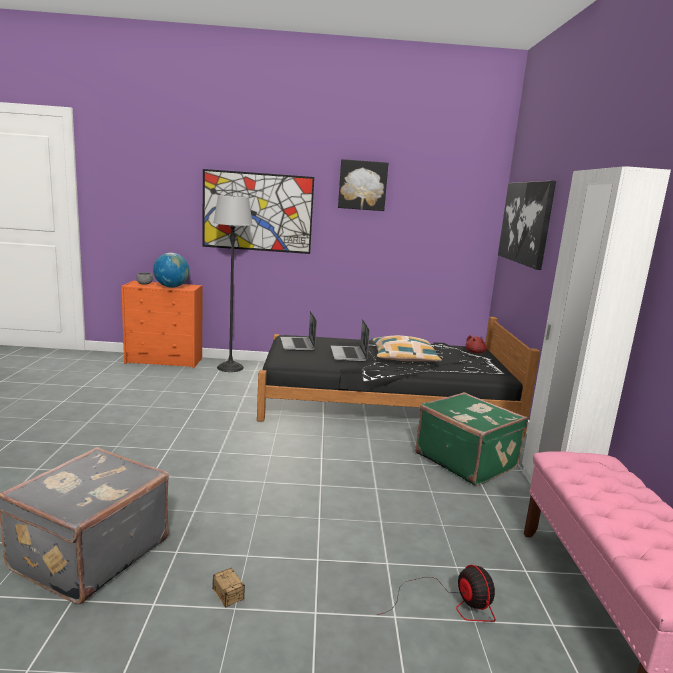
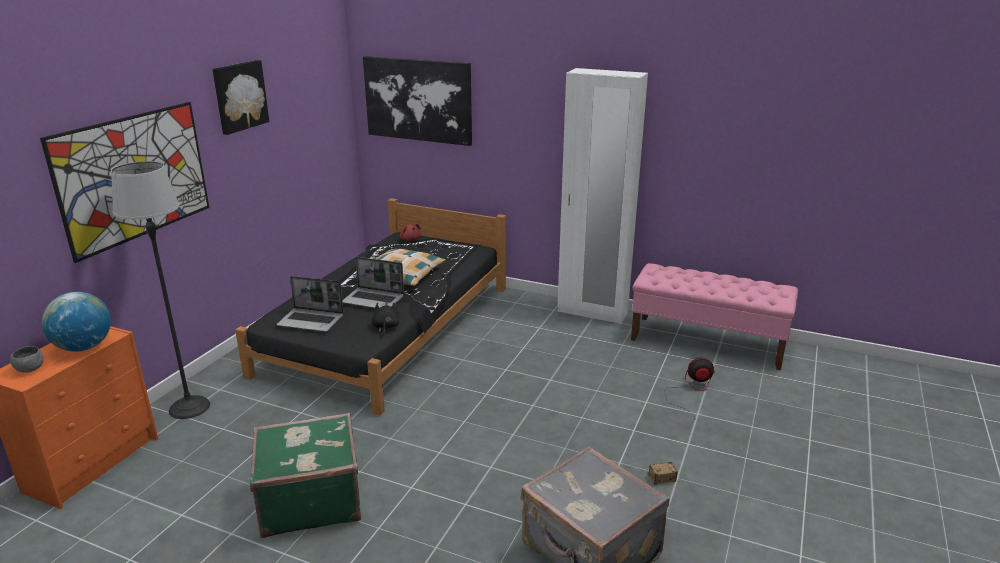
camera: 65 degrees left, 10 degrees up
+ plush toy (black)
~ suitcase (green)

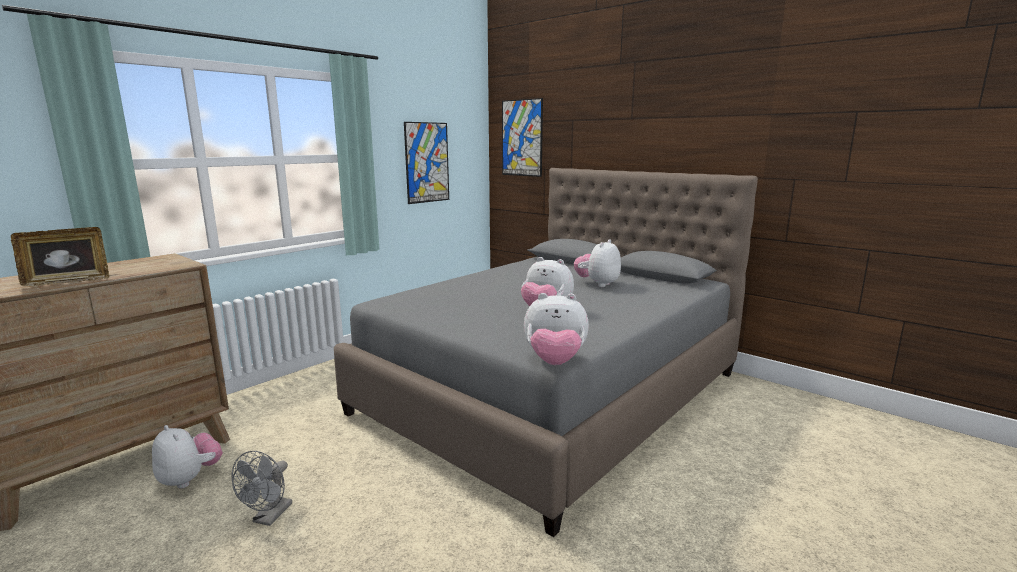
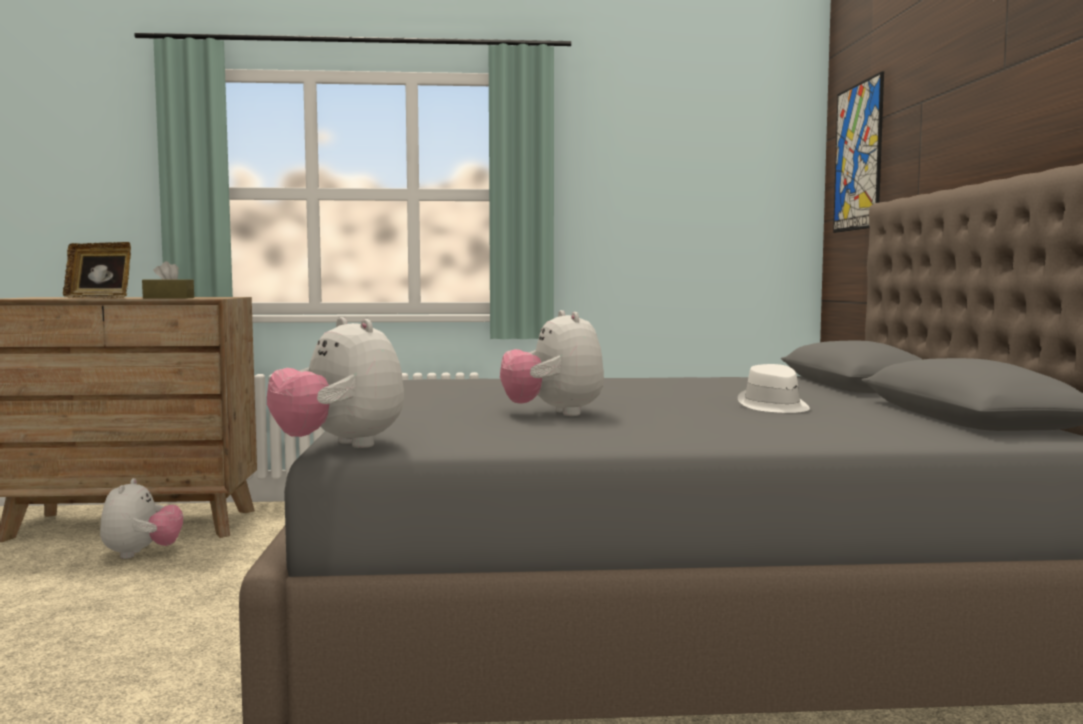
camera: 45 degrees right, 10 degrees down
- fan (grey)
- picture (no. 1 from left)
+ tissue box (brown)
~ plush toy (no. 4 from left) to hat (white)

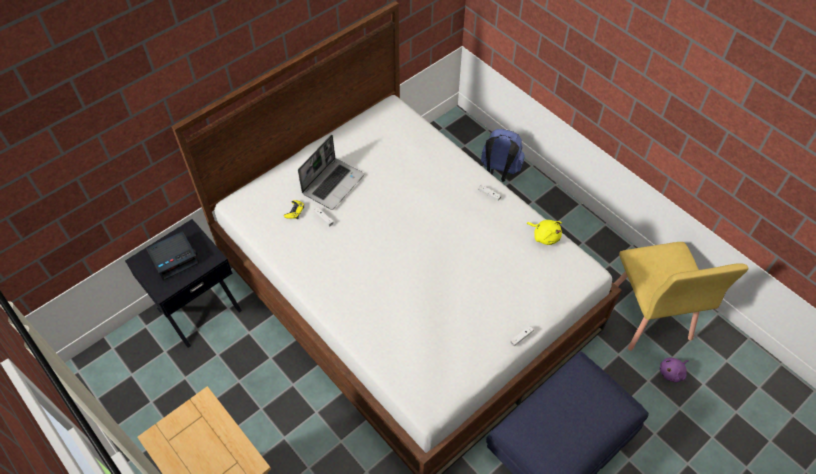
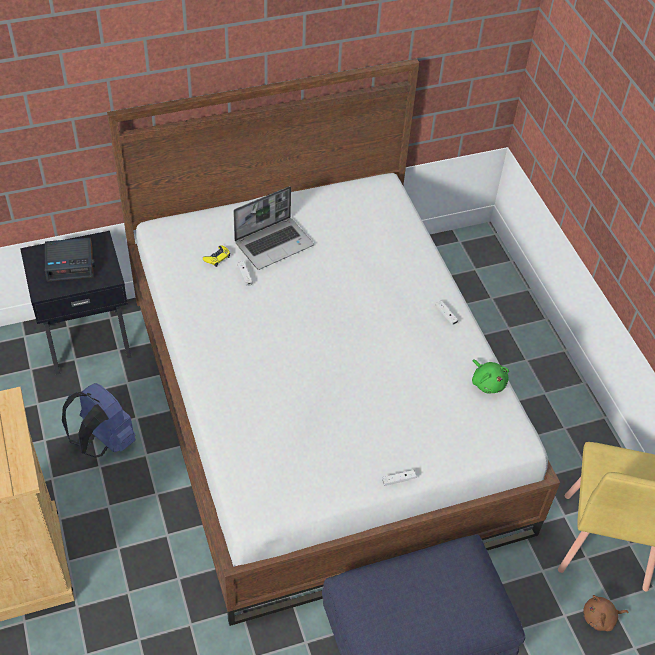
camera: 20 degrees right, 5 degrees down
~ backpack (blue)
~ plush toy (yellow) to plush toy (green)
~ plush toy (purple) to plush toy (brown)

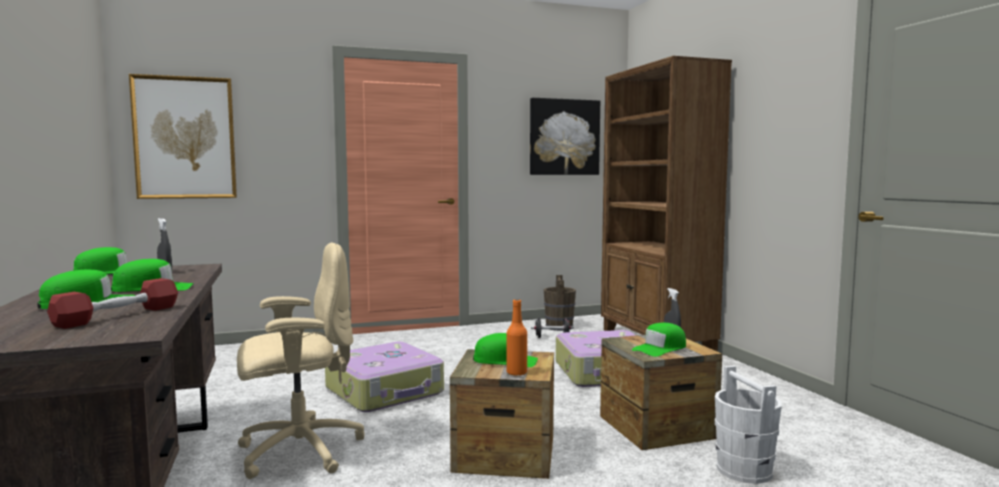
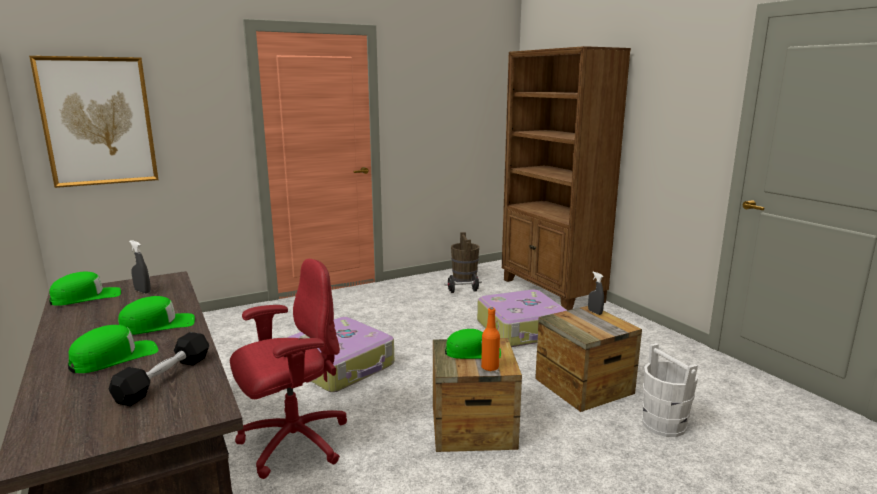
camera: 10 degrees left, 10 degrees up
- picture (no. 2 from left)
- cap (green) (no. 5 from left)
~ dumbbell (red) to dumbbell (black) (no. 1 from left)
~ office chair (beige) to office chair (red)

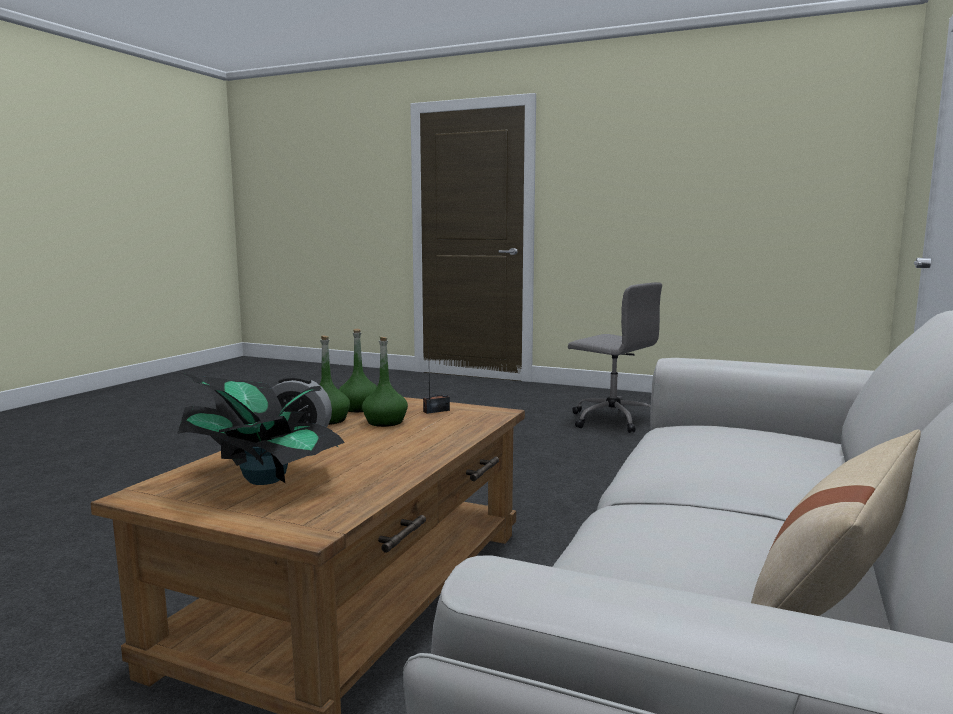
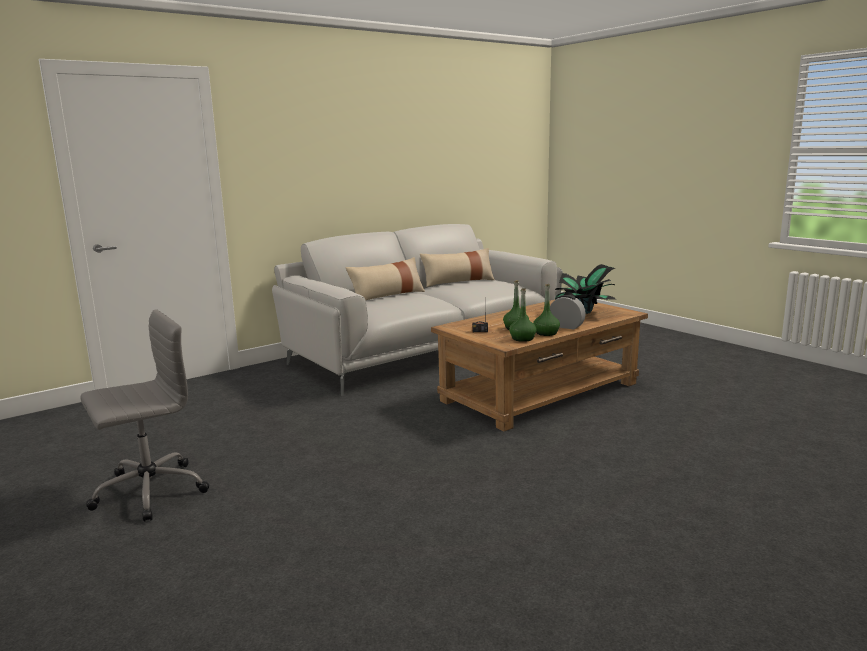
camera: 150 degrees left, 5 degrees up
+ pillow (beige) (no. 1 from left)
~ office chair (grey) 75 degrees clockwise

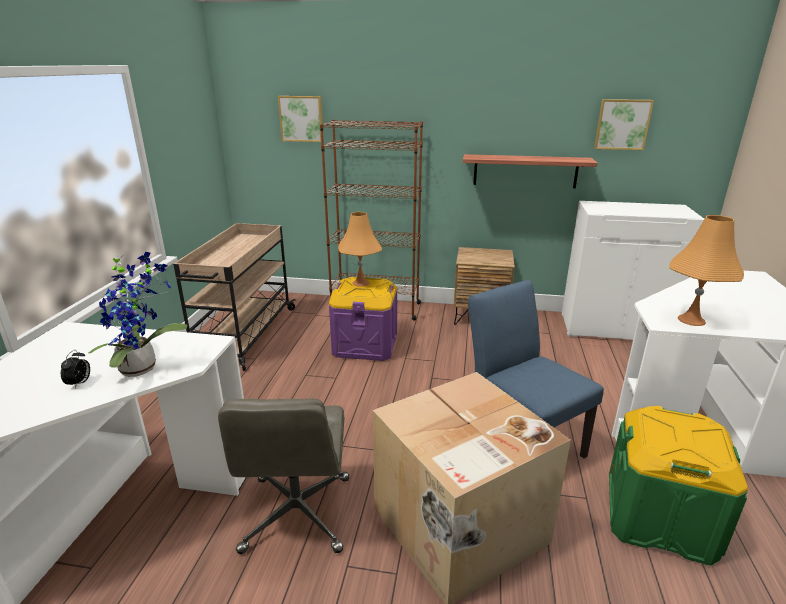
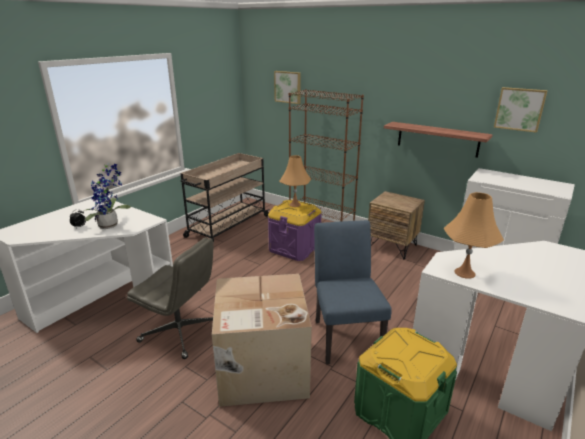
camera: 25 degrees right, 0 degrees up
~ office chair (grey) 90 degrees counterclockwise

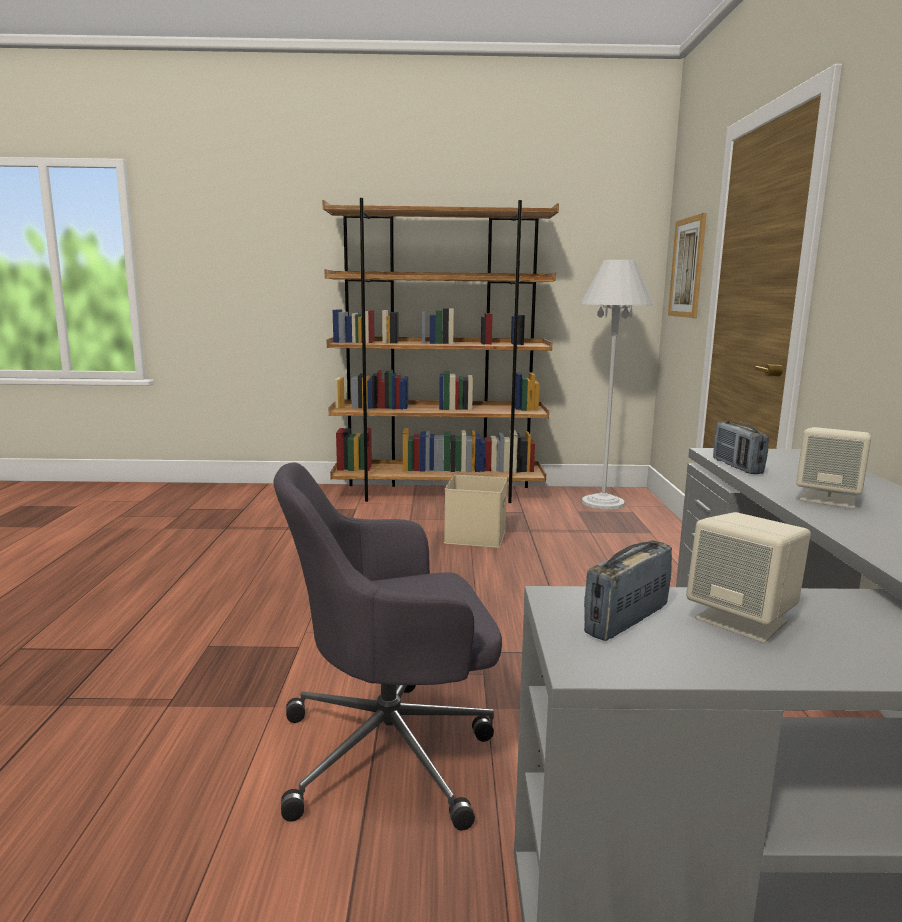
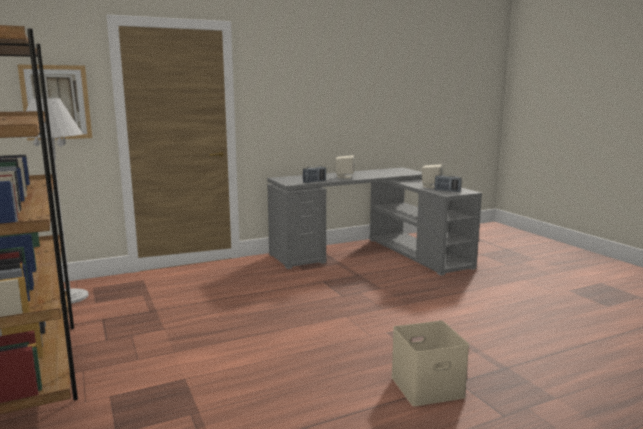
camera: 115 degrees left, 0 degrees up
- office chair (grey)
~ storage box (beige)

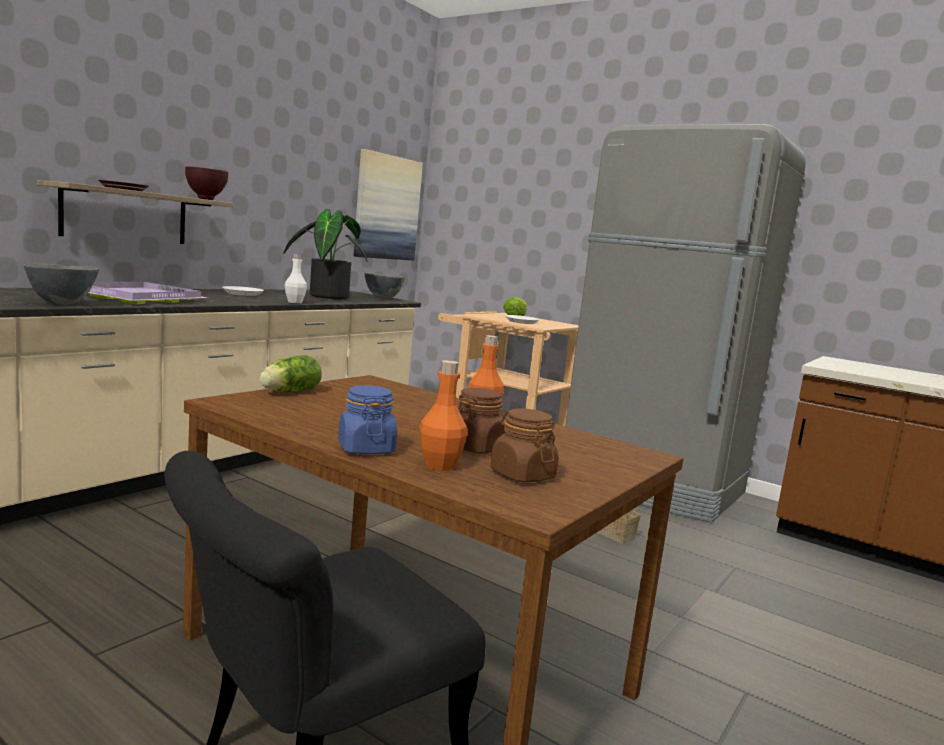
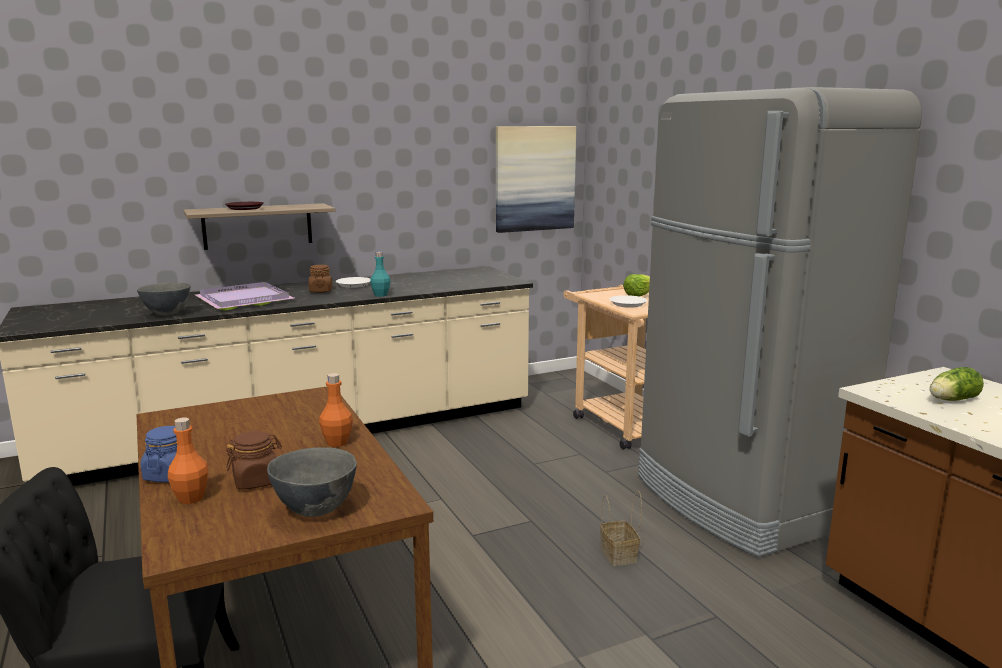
camera: 30 degrees right, 5 degrees up
- bowl (brown)
- potted plant
~ lettuce (no. 1 from left in the first image) to lettuce (no. 2 from left)
~ bowl (grey) (no. 2 from left)
~ jar (brown) (no. 2 from left)
~ bottle (white) to bottle (turquoise)

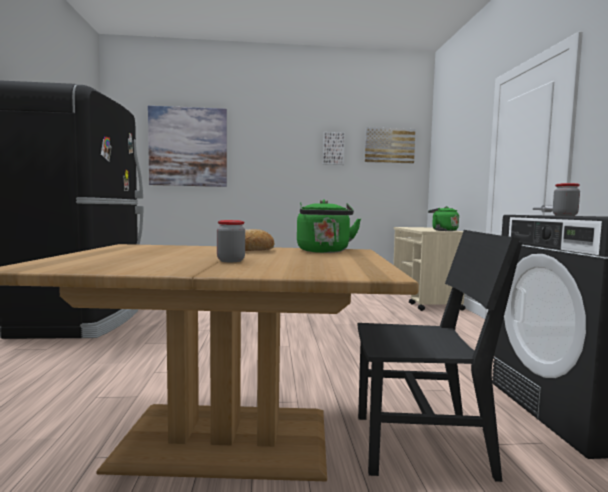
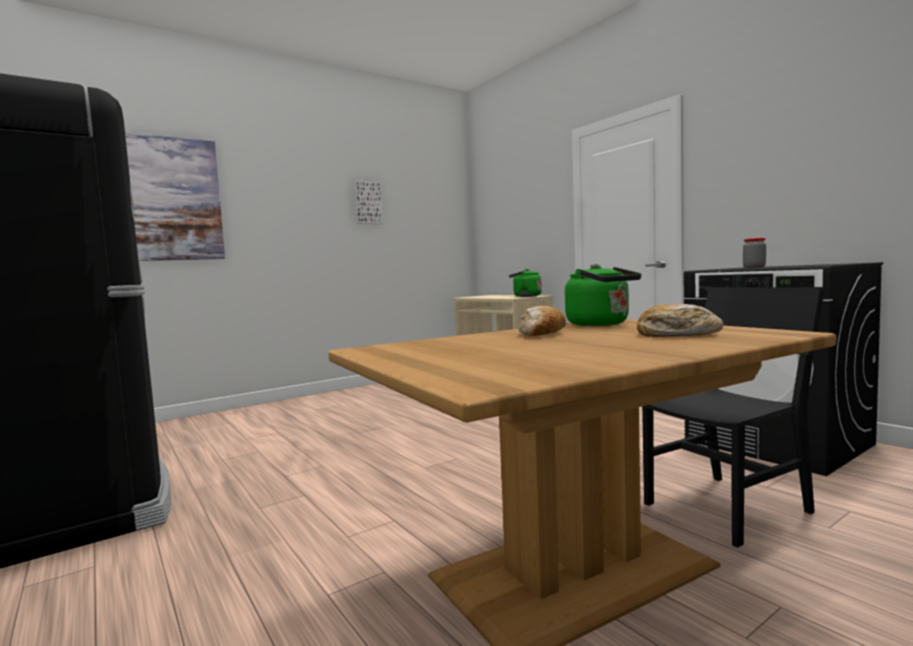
camera: 30 degrees left, 0 degrees up
- jar (no. 1 from left)
- picture (no. 3 from left)
+ bread (no. 2 from left)

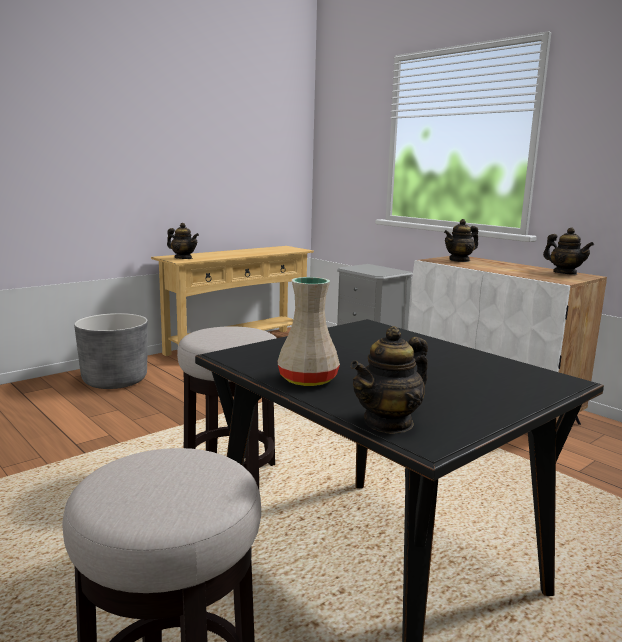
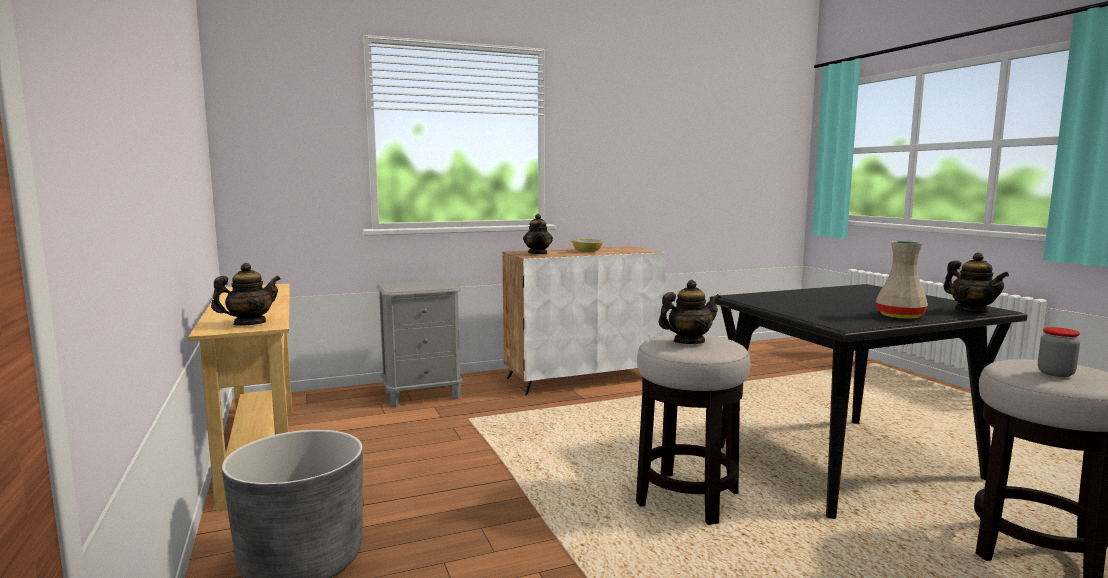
camera: 70 degrees left, 5 degrees down
+ bowl
+ jar
~ teapot (no. 4 from left in the first image) to teapot (no. 3 from left)

